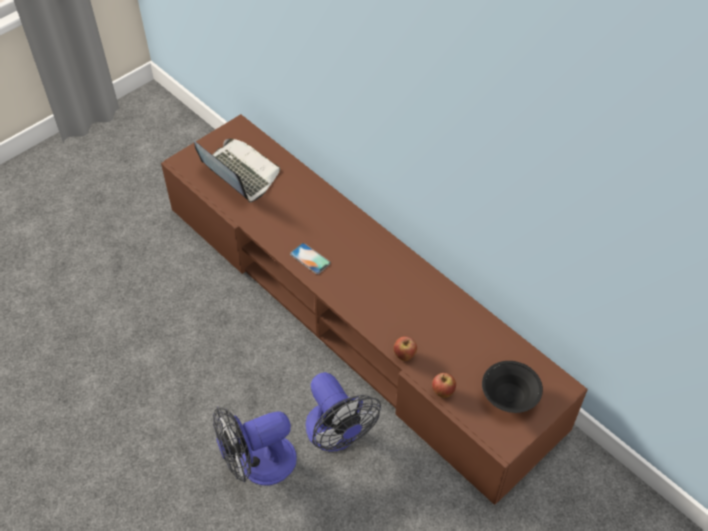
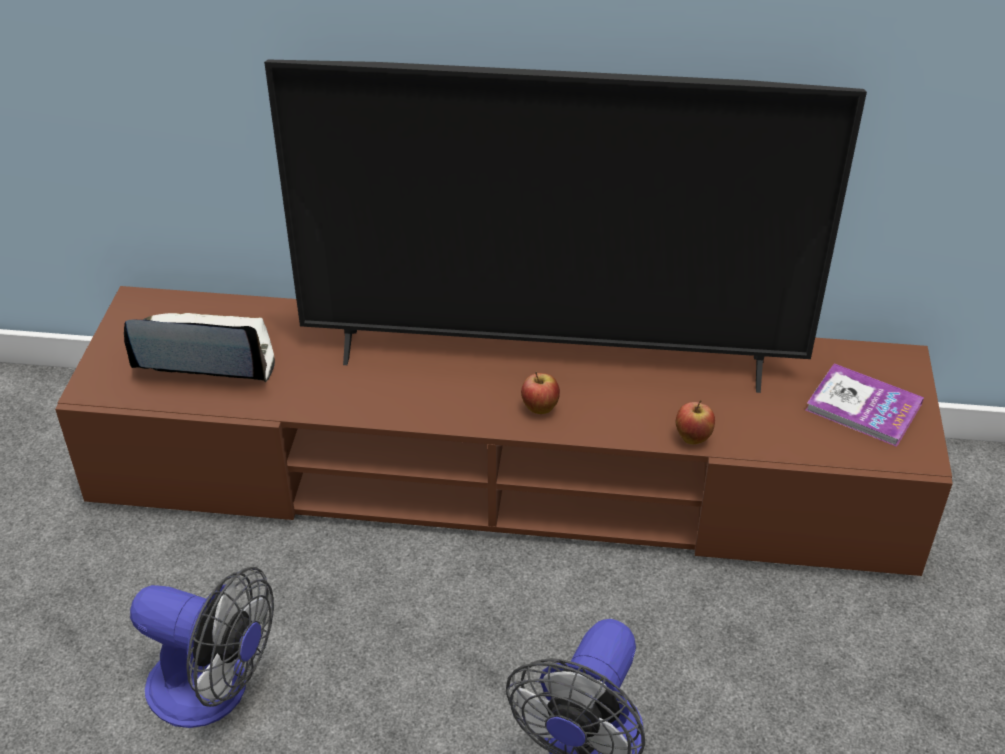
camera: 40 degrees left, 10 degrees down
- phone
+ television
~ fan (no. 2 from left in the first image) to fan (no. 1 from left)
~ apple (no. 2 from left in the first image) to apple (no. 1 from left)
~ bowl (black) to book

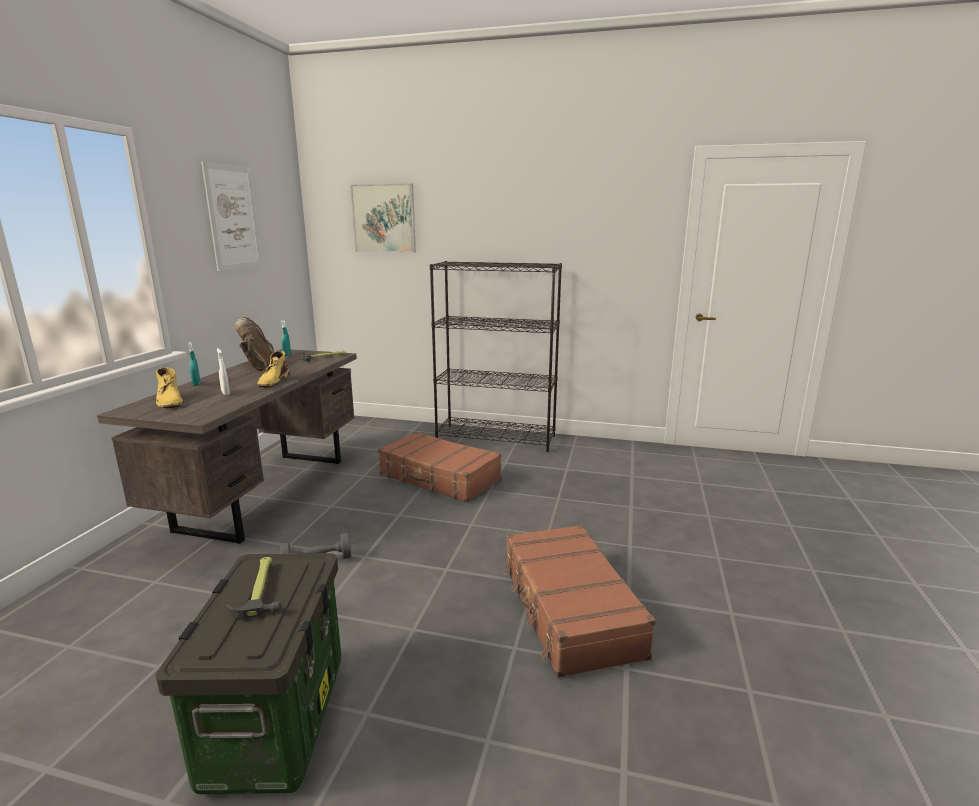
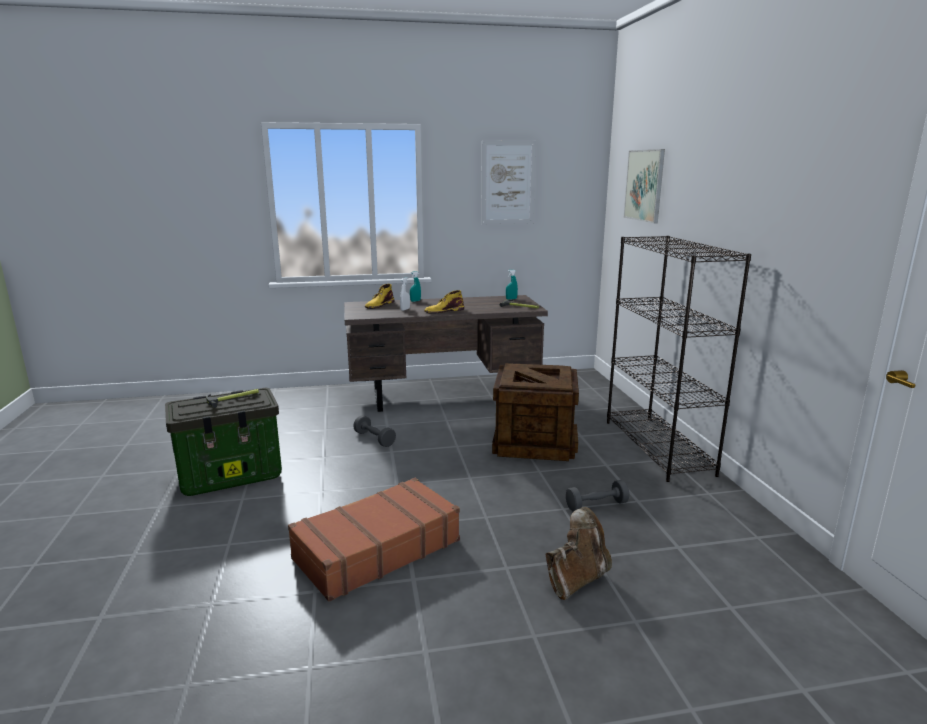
camera: 65 degrees right, 0 degrees up
+ dumbbell (grey) (no. 2 from left)
~ boot (brown)
~ suitcase (brown) (no. 1 from left) to crate

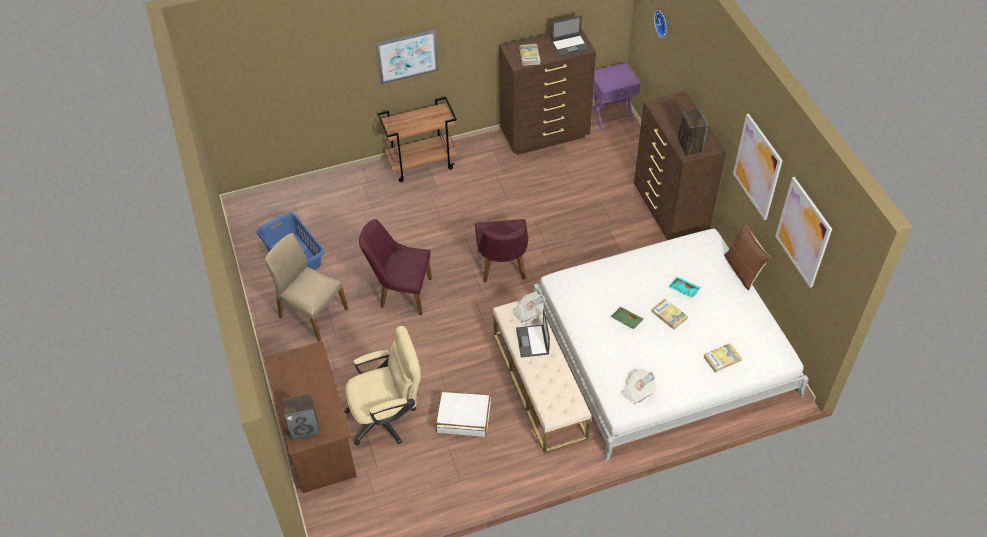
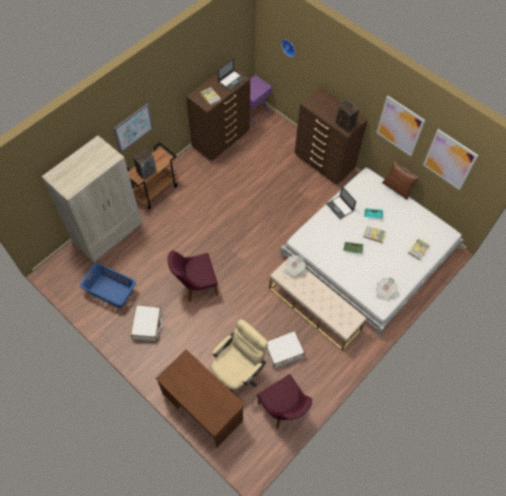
camera: 30 degrees left, 10 degrees up
+ wardrobe (beige)
~ speaker (no. 1 from left)
~ chair (purple) (no. 2 from left)
~ laptop (no. 1 from left in the first image) to laptop (no. 2 from left)
~ chair (beige) to suitcase (white) (no. 1 from left)

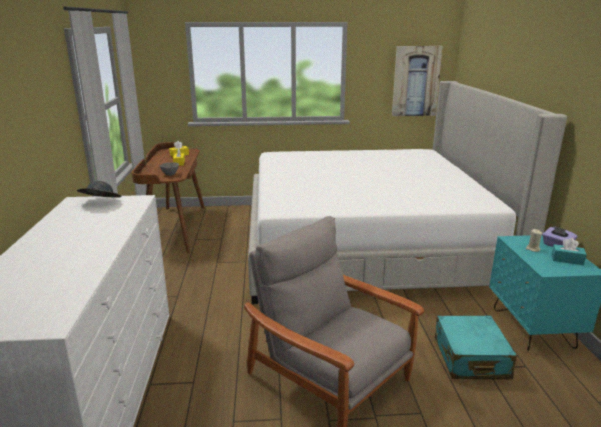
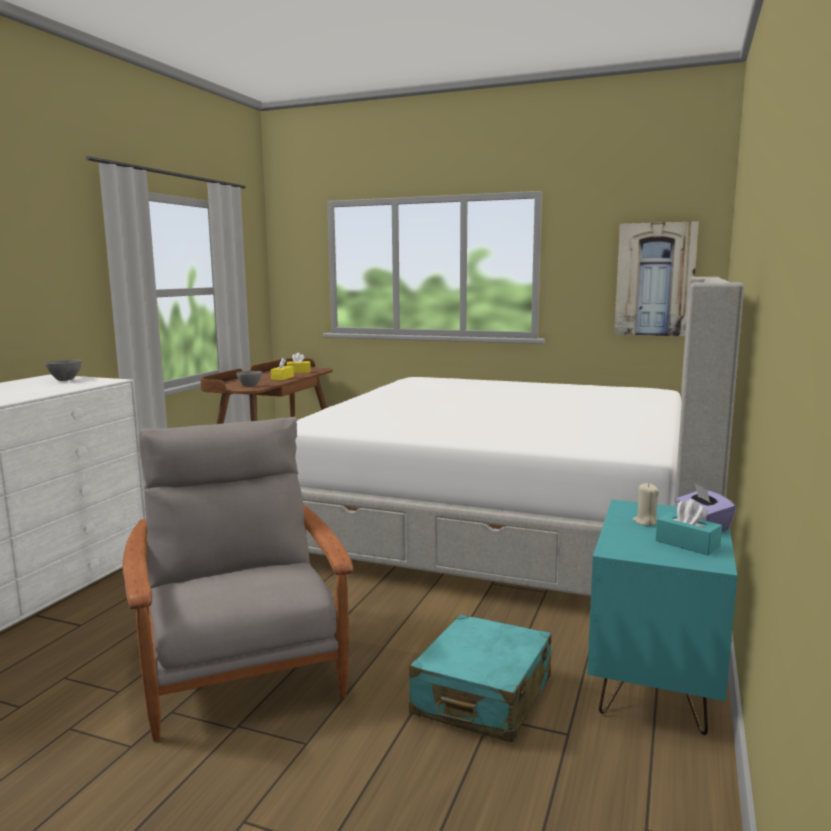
camera: 25 degrees right, 10 degrees down
~ hat (grey) to bowl (grey) (no. 1 from left)

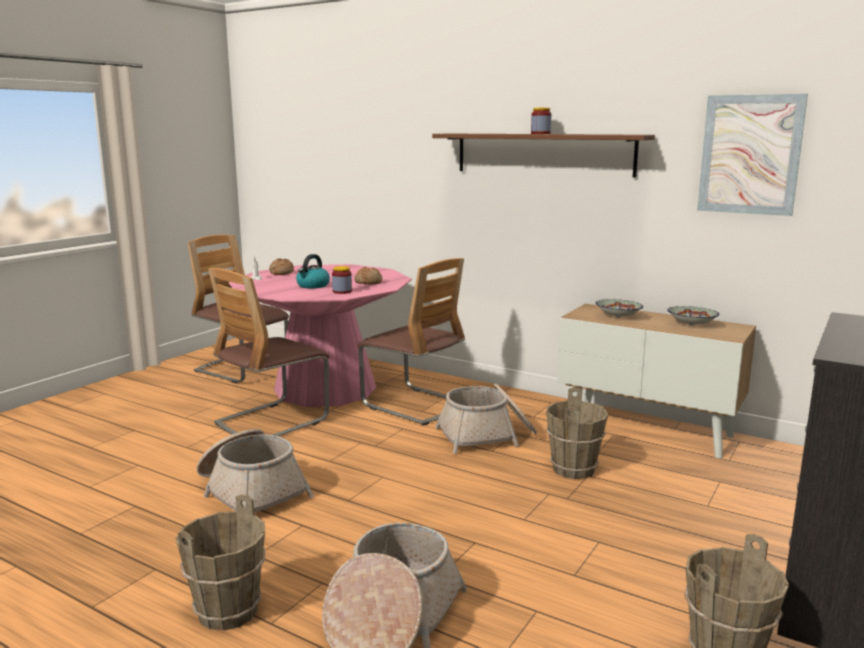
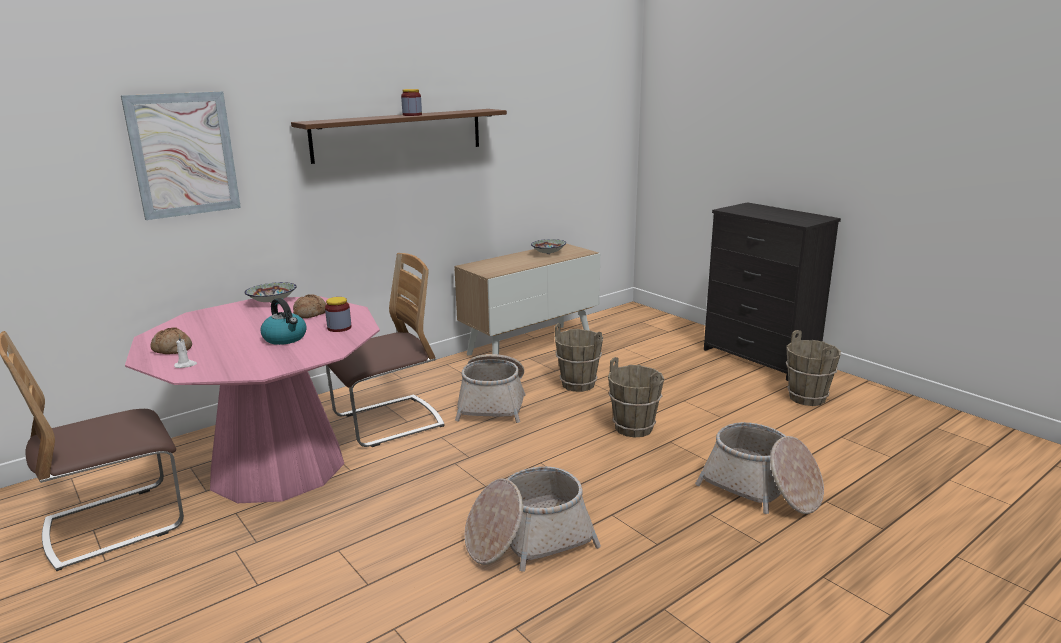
camera: 70 degrees left, 5 degrees up
- chair (no. 2 from left)
~ bucket (brown) (no. 1 from left in the first image) to bucket (brown) (no. 2 from left)
~ bowl (no. 1 from left)
~ picture

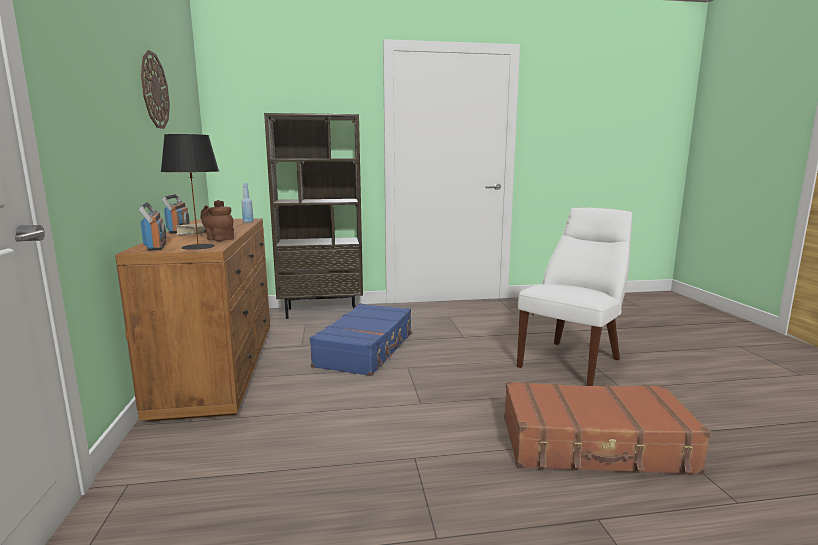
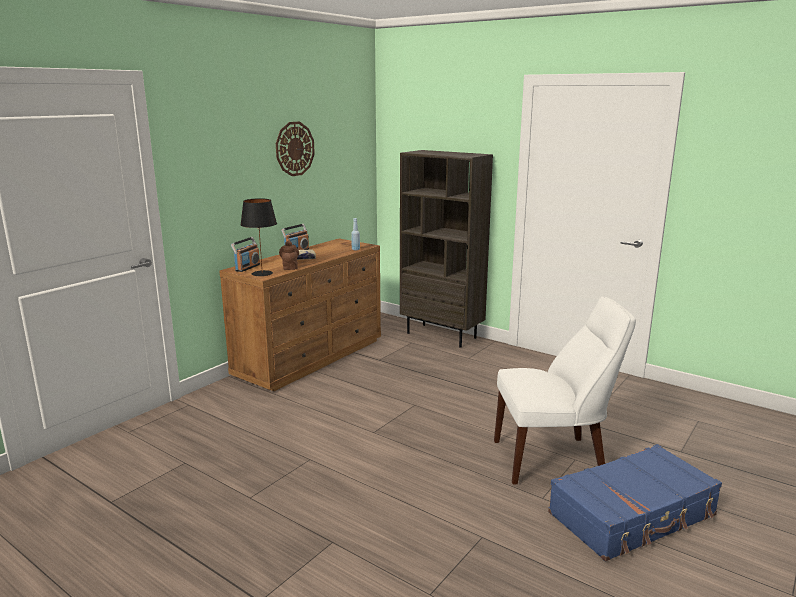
camera: 45 degrees right, 5 degrees up
- suitcase (brown)
~ suitcase (blue)

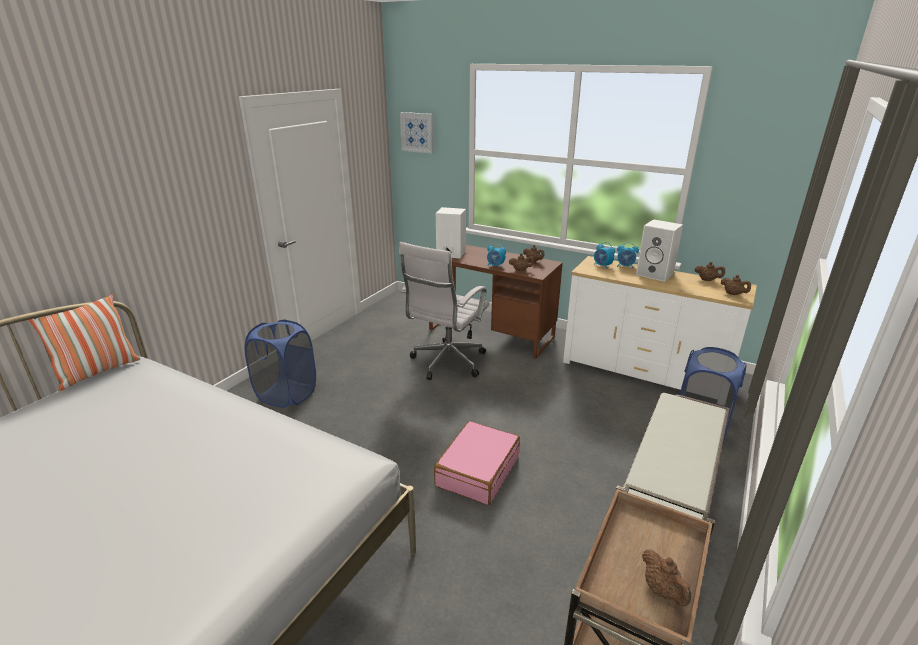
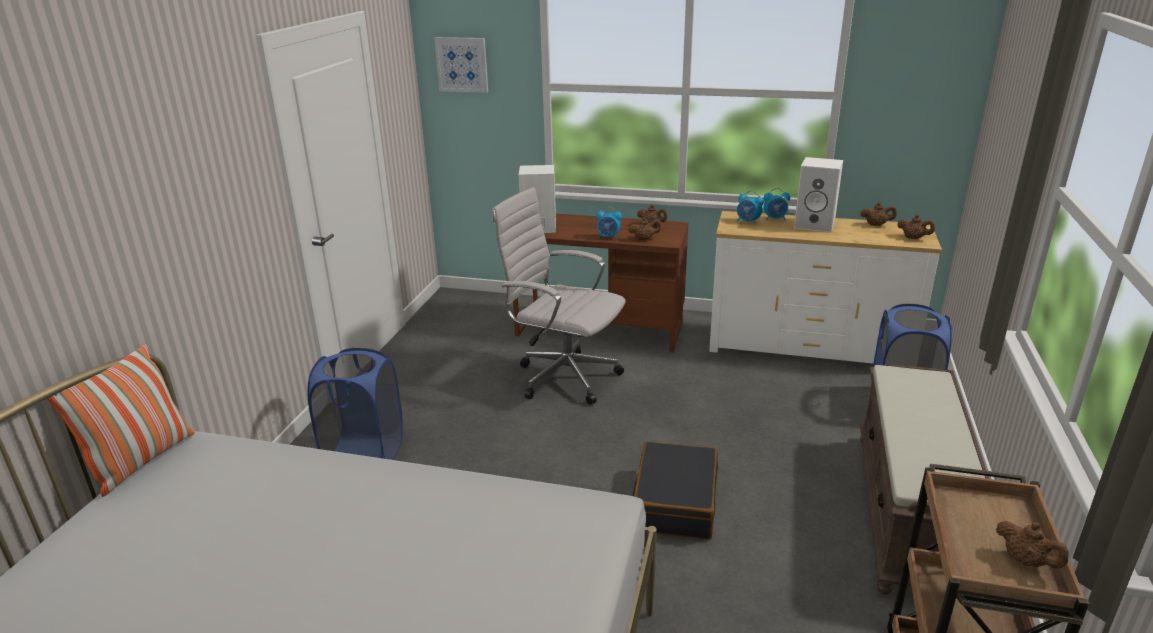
camera: 15 degrees left, 0 degrees up
~ suitcase (pink) to suitcase (black)
~ office chair (white) 105 degrees clockwise

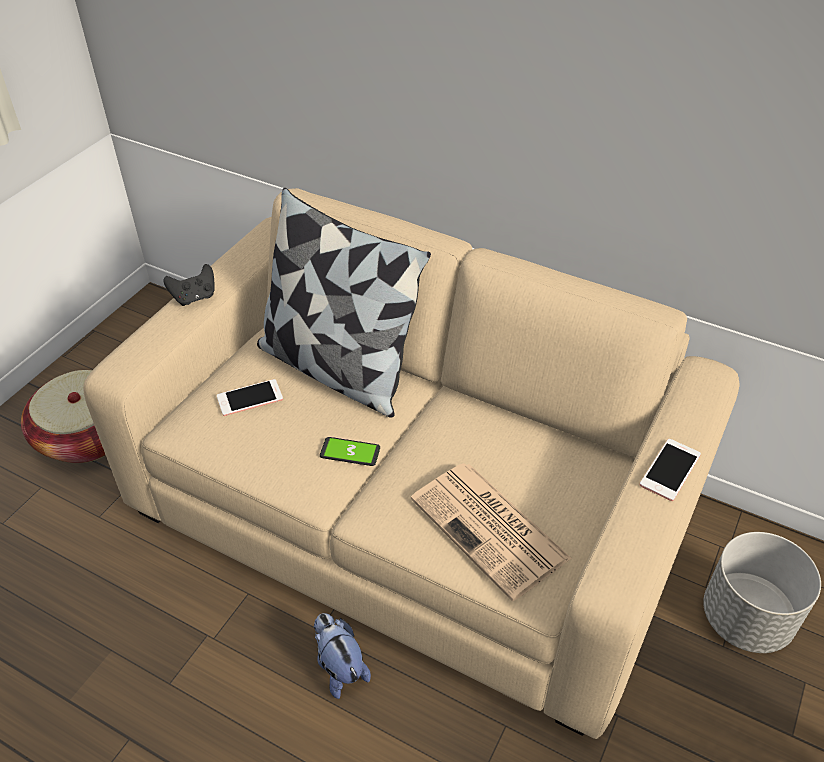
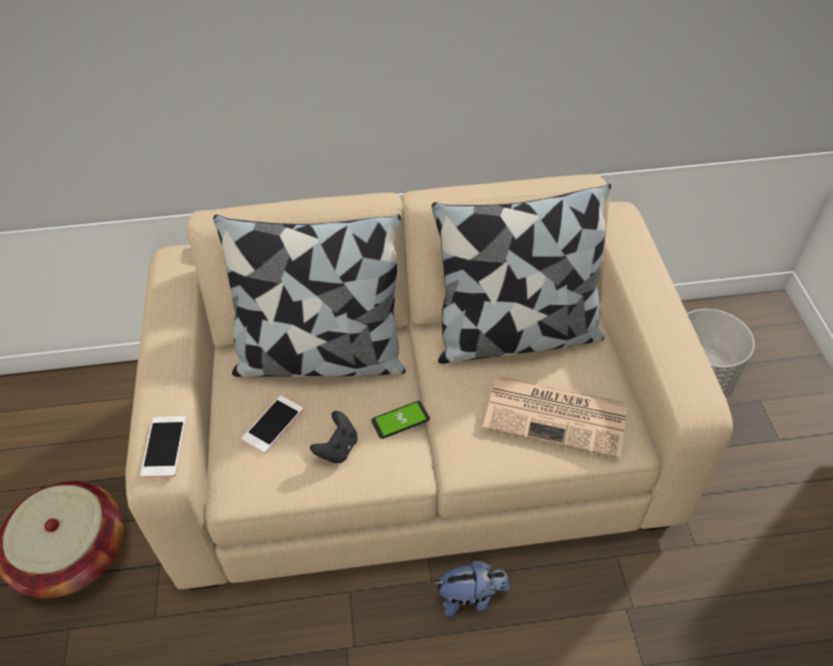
camera: 35 degrees left, 5 degrees up
+ pillow (no. 2 from left)
~ game controller (black)
~ phone (no. 3 from left in the first image) to phone (no. 1 from left)
~ plush toy 150 degrees clockwise

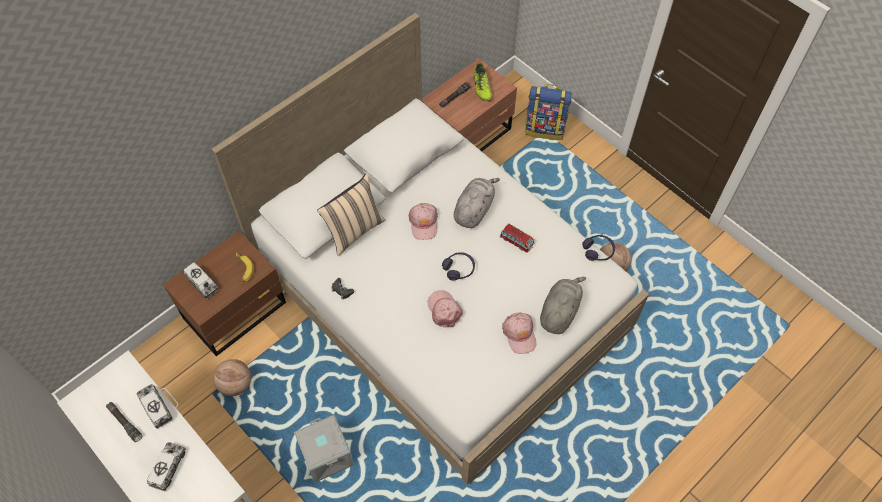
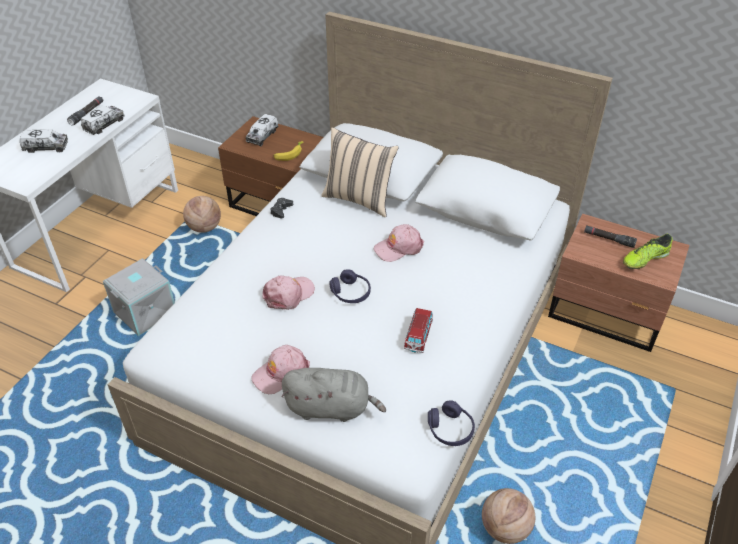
camera: 70 degrees right, 15 degrees down
- plush toy (grey) (no. 1 from left)
- backpack

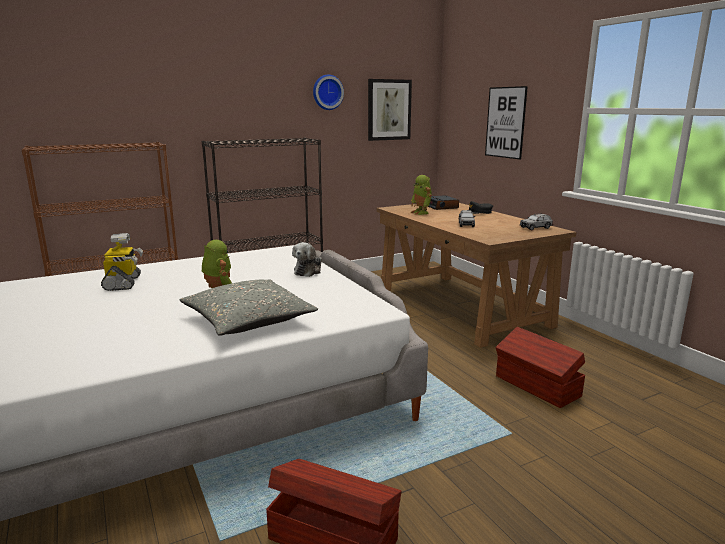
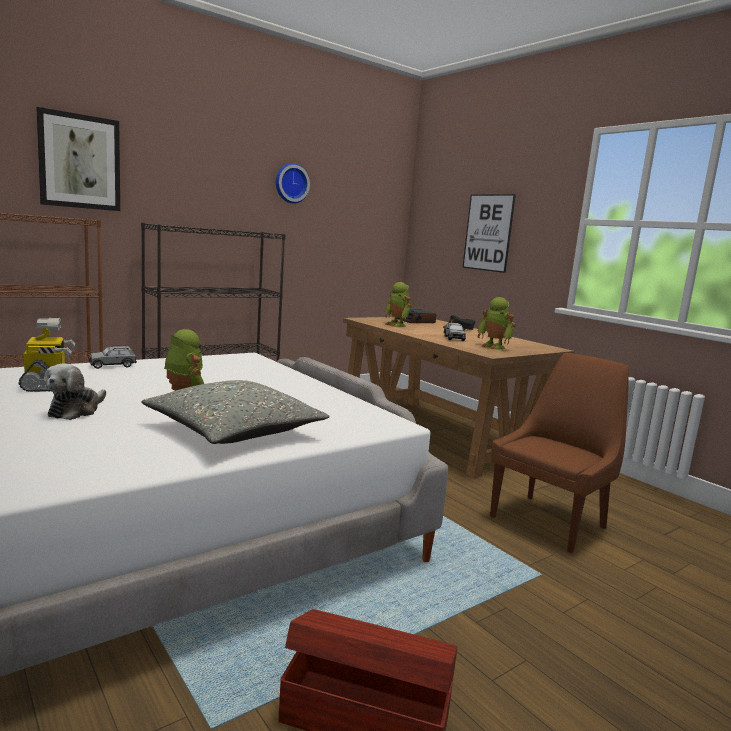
camera: 10 degrees left, 5 degrees down
+ toy robot (no. 4 from left)
~ plush toy
~ picture (no. 1 from left)
~ toy car (grey) (no. 2 from left in the first image) to toy car (grey) (no. 1 from left)
~ storage box (brown) (no. 2 from left) to chair (brown)

